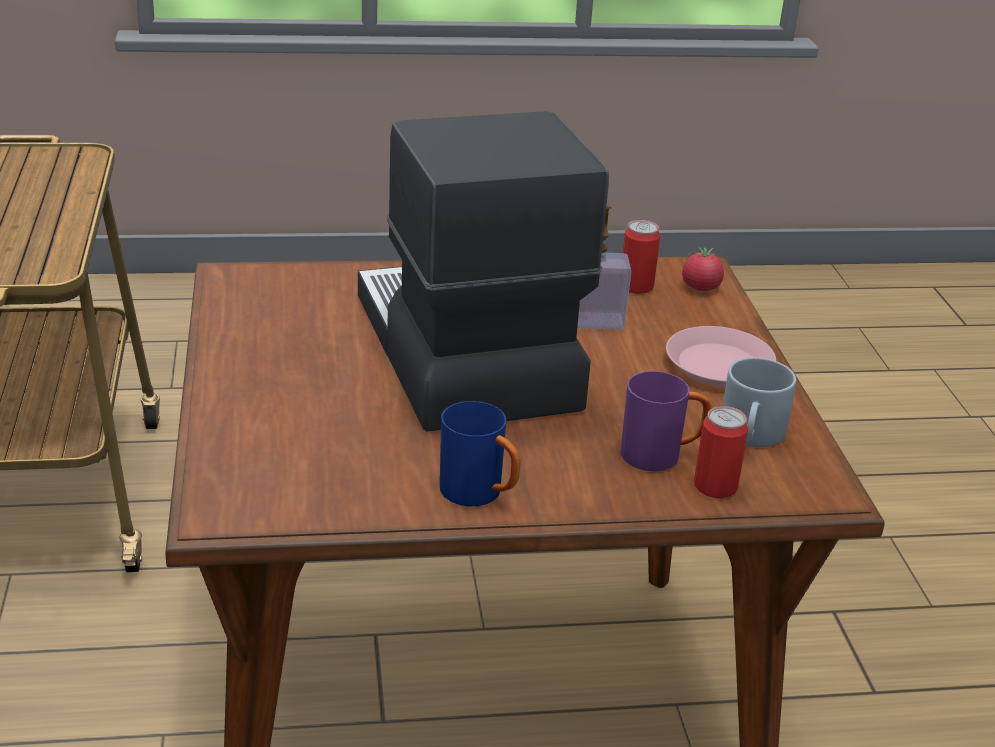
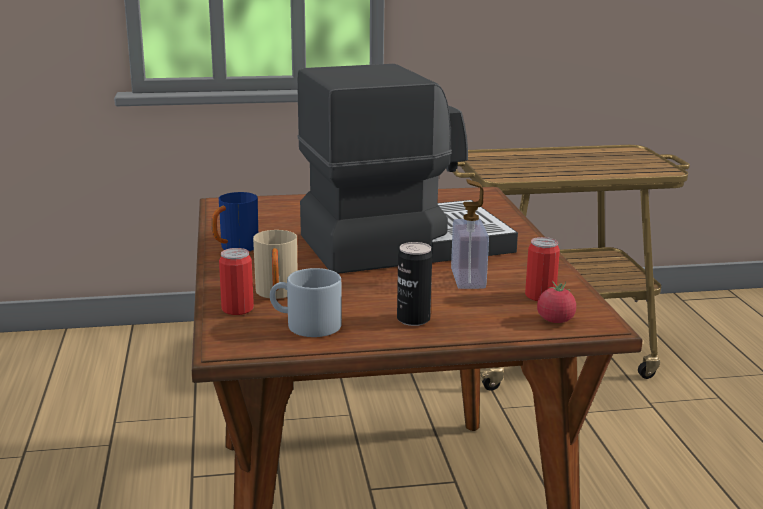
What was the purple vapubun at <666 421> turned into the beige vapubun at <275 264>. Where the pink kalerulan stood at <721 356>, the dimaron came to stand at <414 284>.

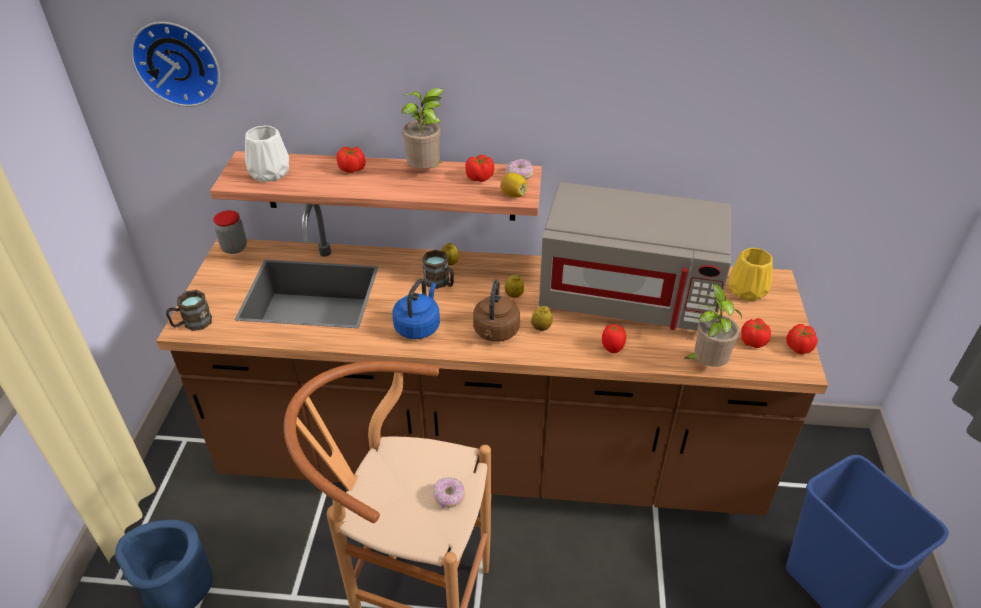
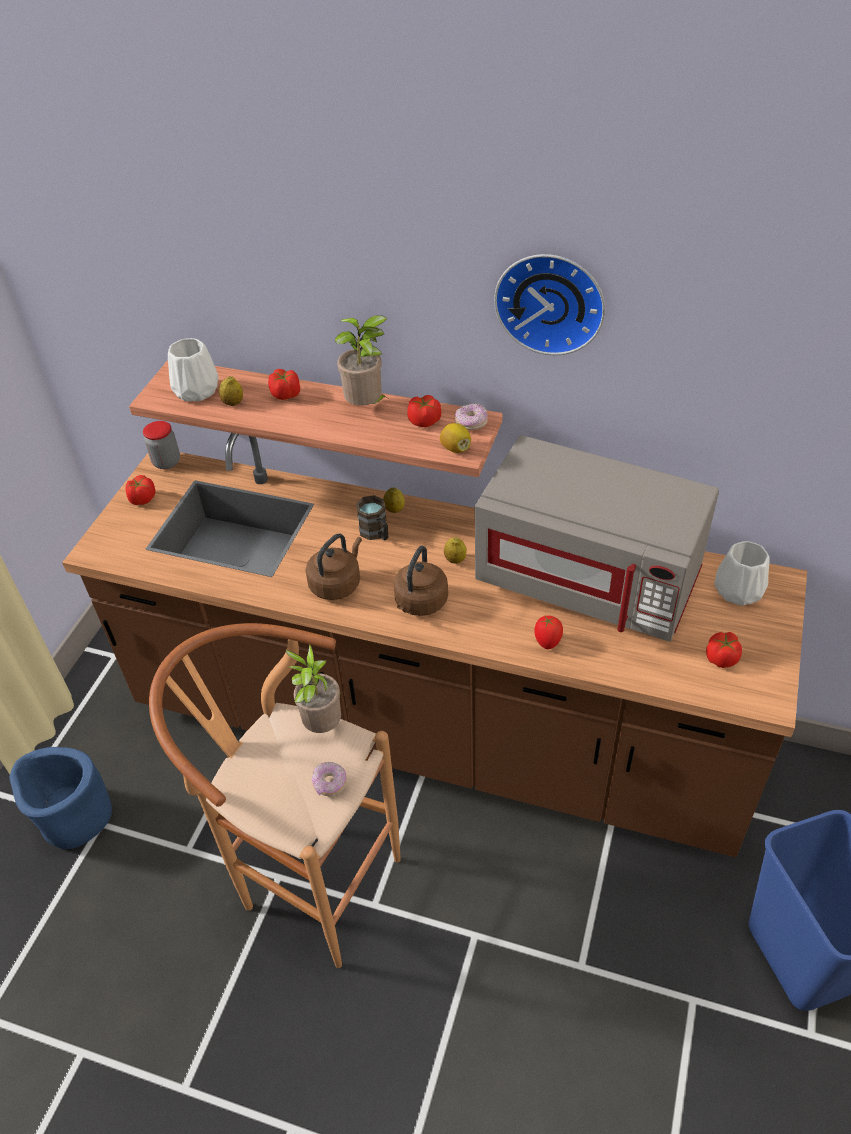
The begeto ended up elsewhere, having gone from <802 339> to <140 490>. The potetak ended up elsewhere, having gone from <542 318> to <231 391>. The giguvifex ended up elsewhere, having gone from <713 325> to <313 688>. What was the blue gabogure at <416 309> turned into the brown gabogure at <334 567>. The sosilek ended up elsewhere, having gone from <175 64> to <549 304>. What was the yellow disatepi at <750 274> turned into the white disatepi at <742 573>. The second view lost the brown vapubun at <189 310>.

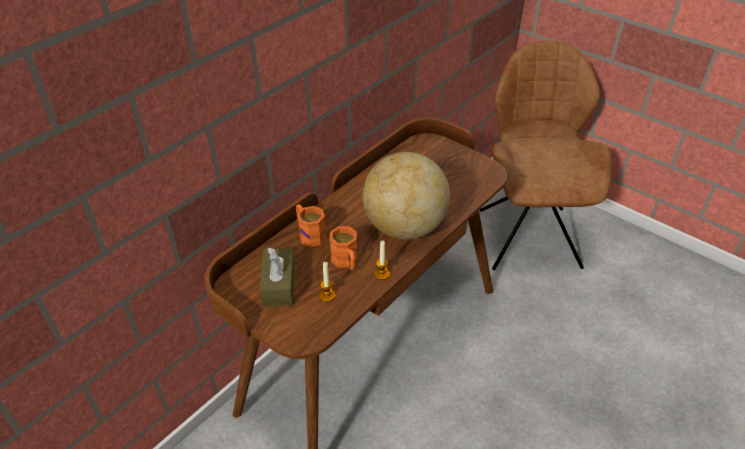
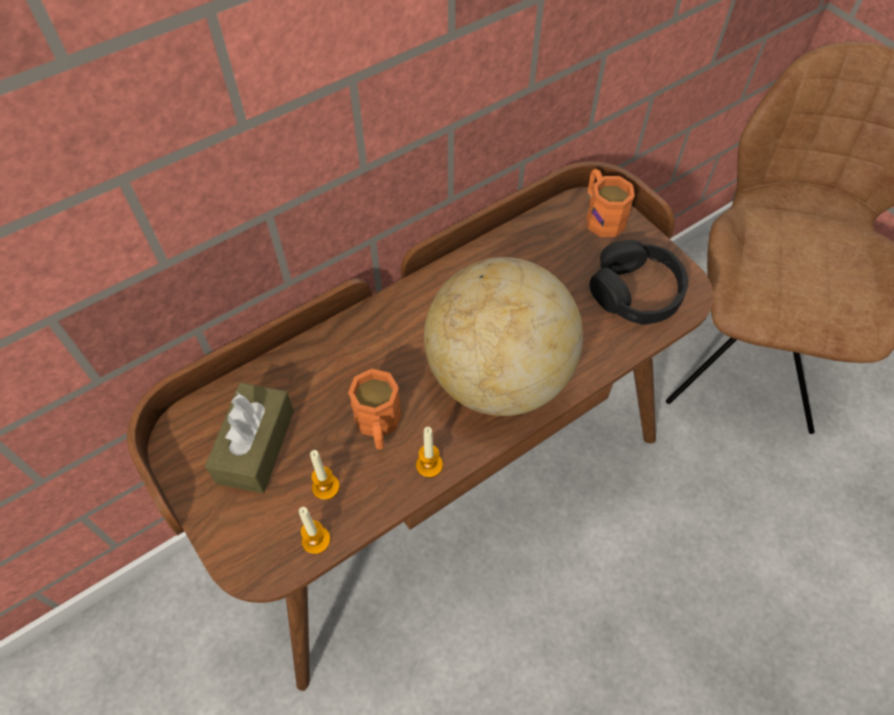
The second view gained the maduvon at <315 530>. The orange vapubun ended up elsewhere, having gone from <311 225> to <610 203>. The second view gained the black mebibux at <638 282>.

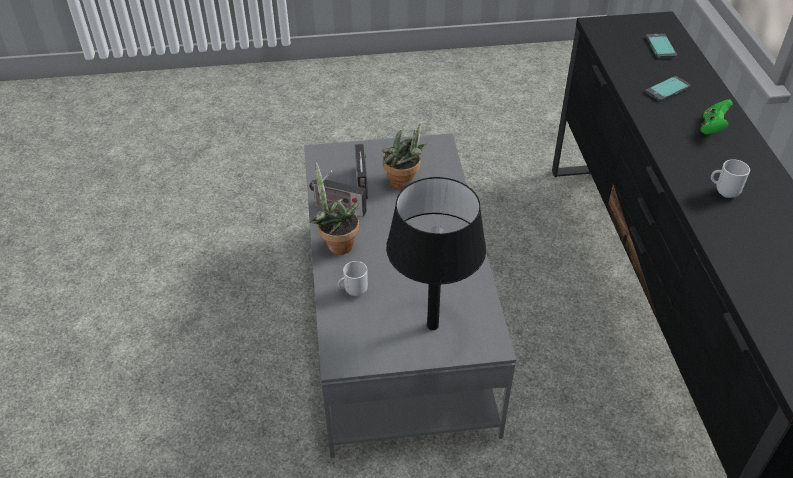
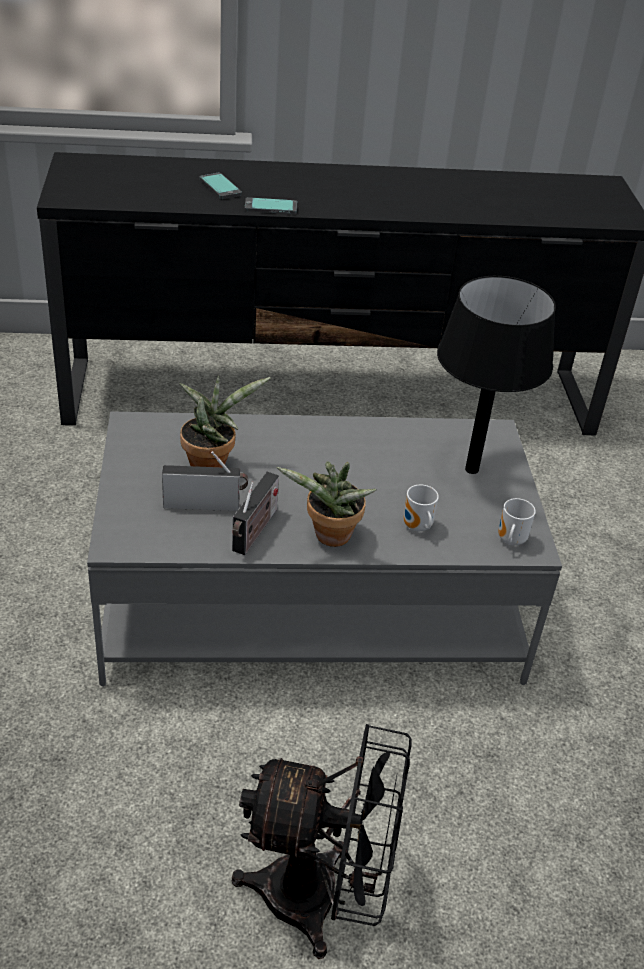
The second view gained the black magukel at <322 841>. The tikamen ended up elsewhere, having gone from <661 45> to <271 205>. The vapubun ended up elsewhere, having gone from <730 178> to <517 521>. The second view lost the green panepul at <716 117>.

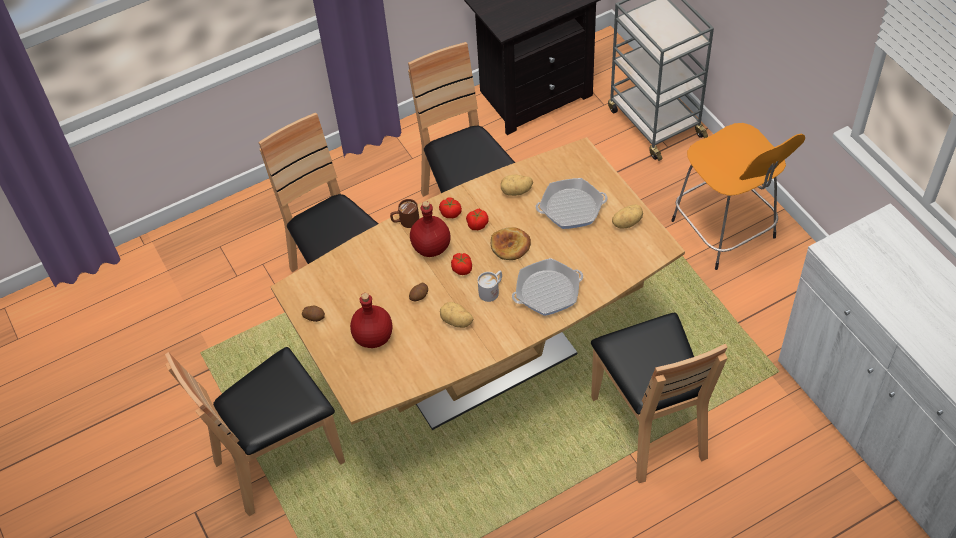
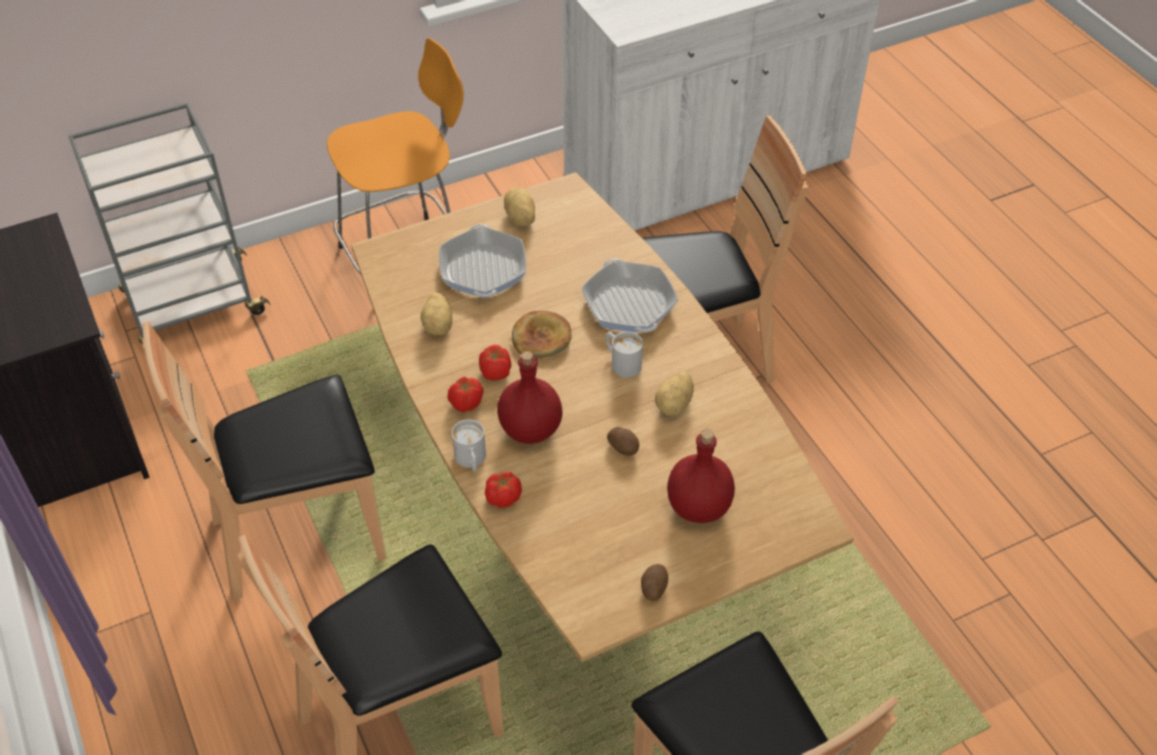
What was the brown vapubun at <404 213> turned into the white vapubun at <469 445>. The begeto ended up elsewhere, having gone from <461 264> to <503 490>.

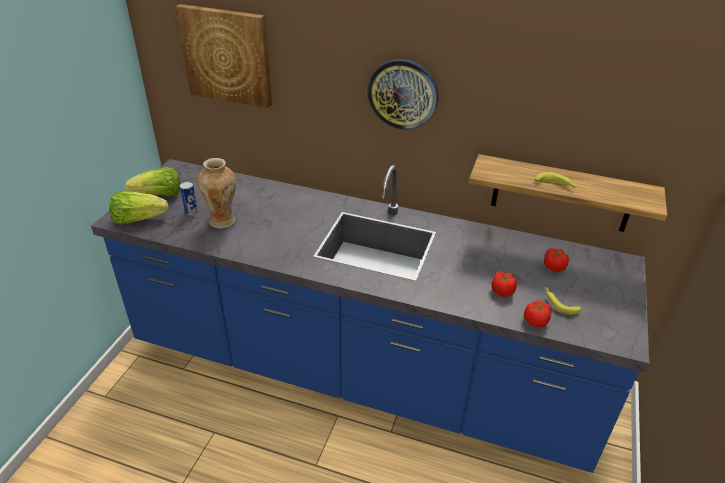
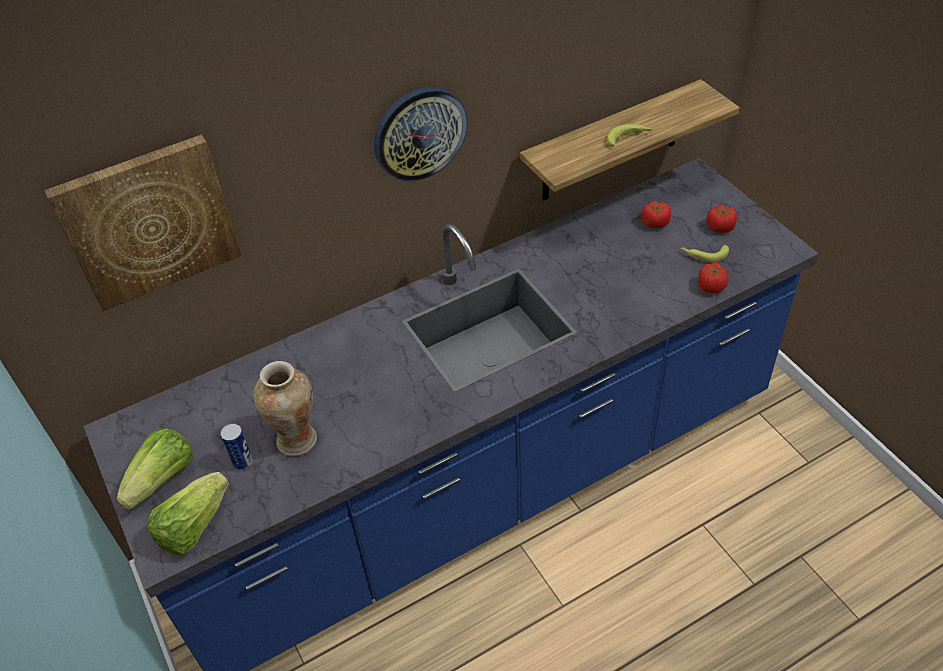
The begeto ended up elsewhere, having gone from <504 284> to <722 218>.

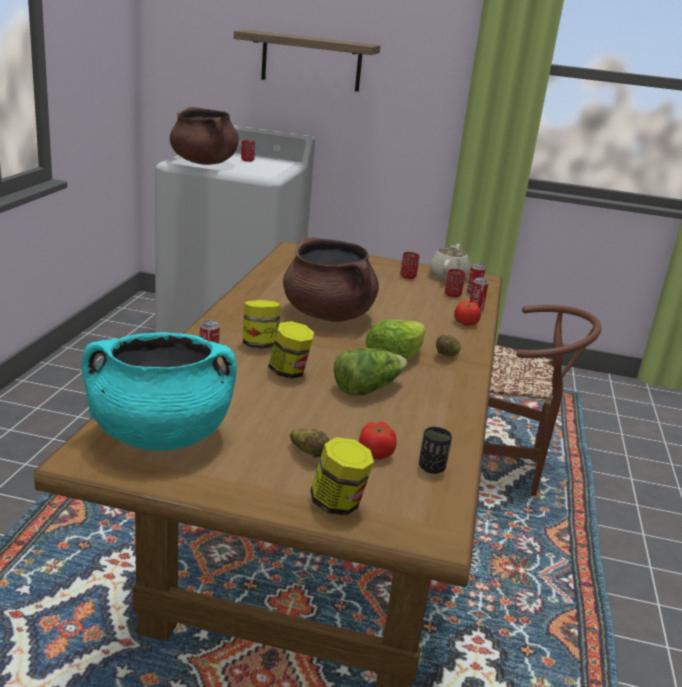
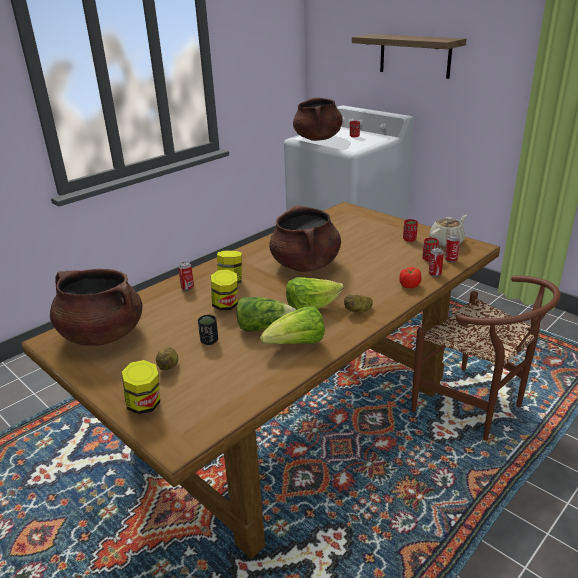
What was the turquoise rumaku at <159 391> turned into the brown rumaku at <96 307>. The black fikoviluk ended up elsewhere, having gone from <435 450> to <208 329>. The second view gained the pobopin at <292 325>. The second view lost the begeto at <378 440>.

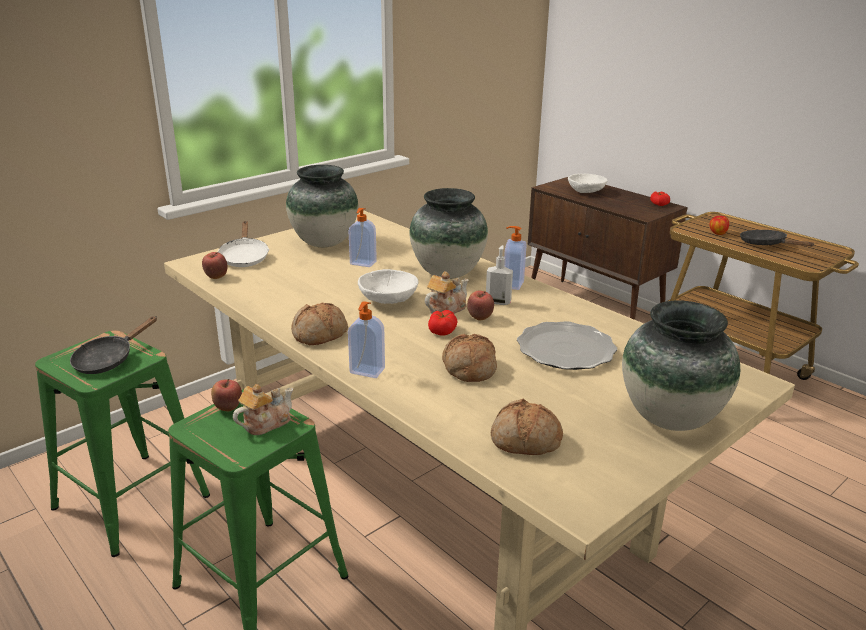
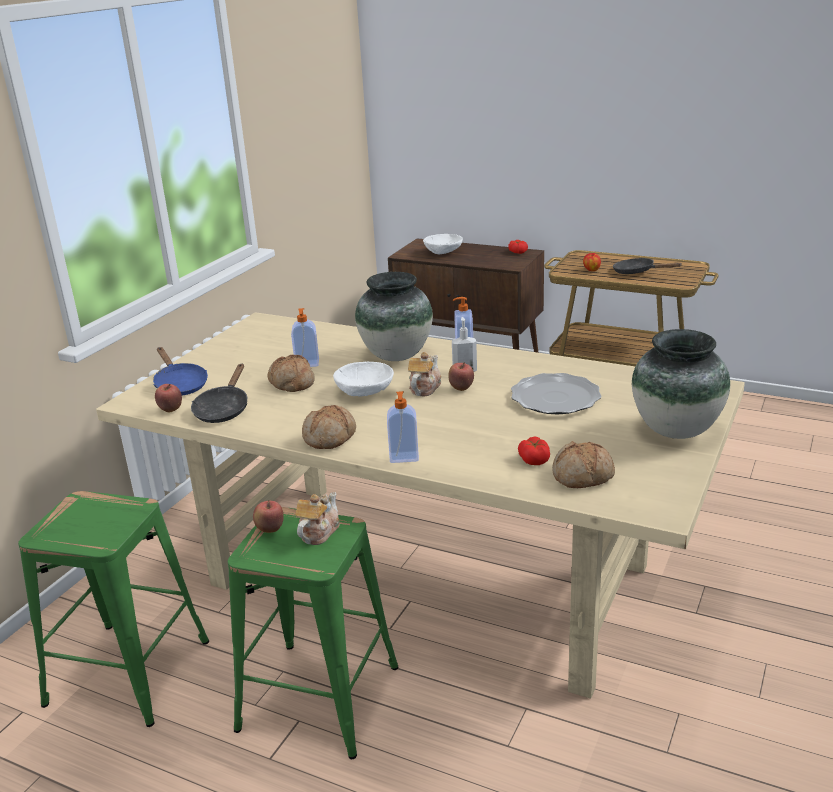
What was the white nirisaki at <243 244> turned into the blue nirisaki at <180 371>. The black nirisaki ended up elsewhere, having gone from <113 345> to <219 393>. The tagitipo ended up elsewhere, having gone from <469 358> to <291 373>. The begeto ended up elsewhere, having gone from <442 323> to <534 450>. The second view lost the disatepi at <322 206>.

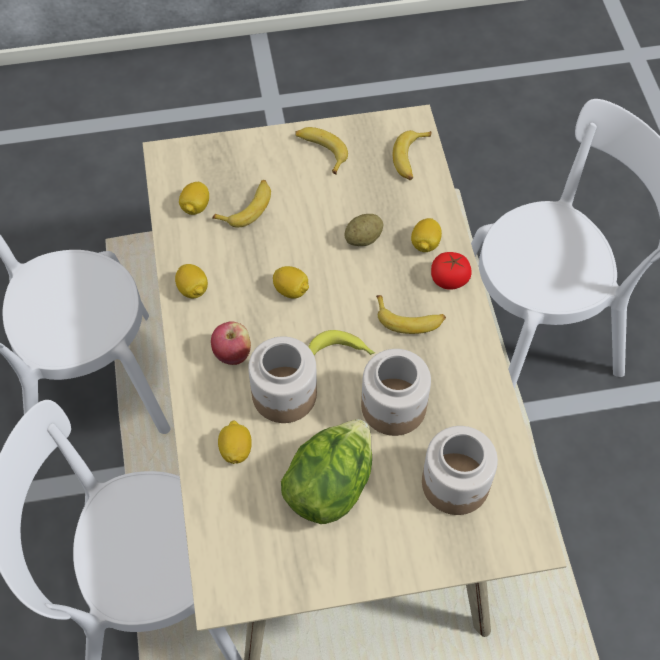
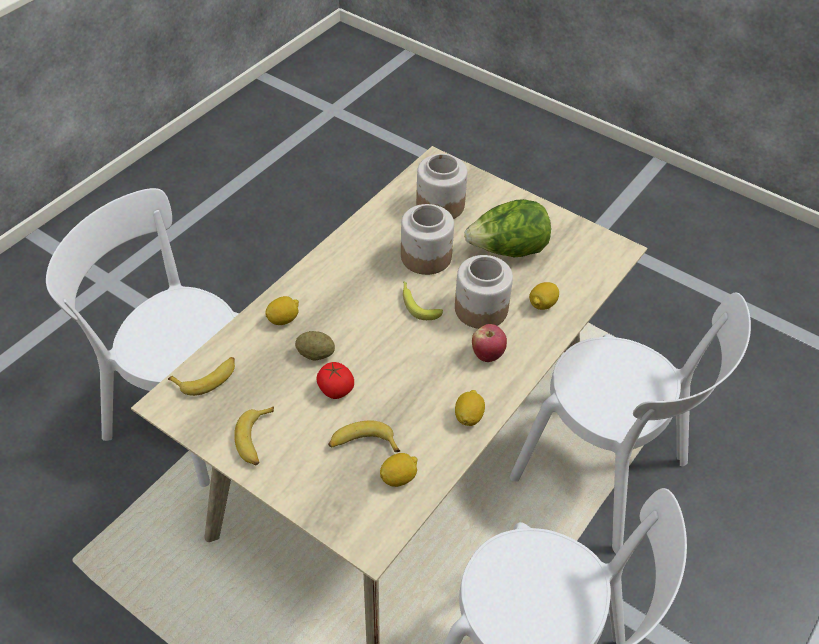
The begeto ended up elsewhere, having gone from <451 271> to <335 380>. The second view lost the potetak at <291 282>. The second view lost the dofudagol at <411 314>.

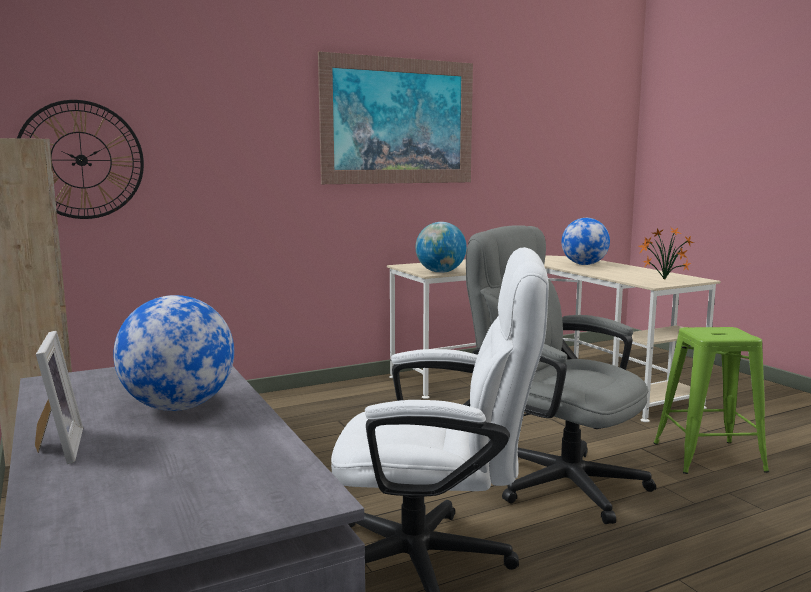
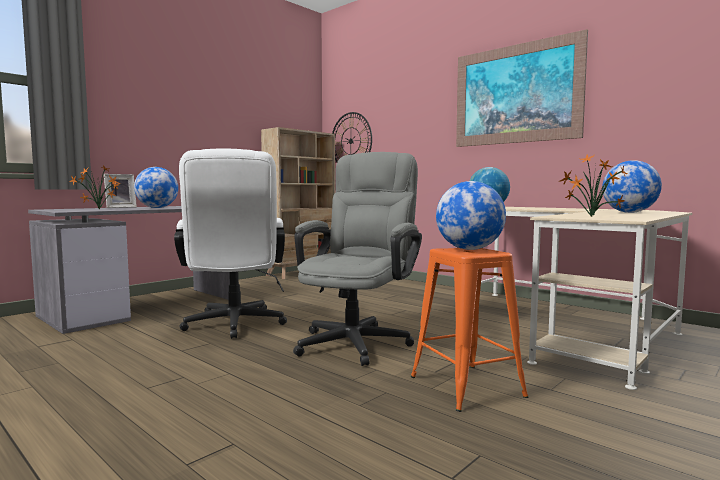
The second view gained the giguvifex at <94 187>. What was the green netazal at <711 400> turned into the orange netazal at <469 330>. The second view gained the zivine at <471 215>.

